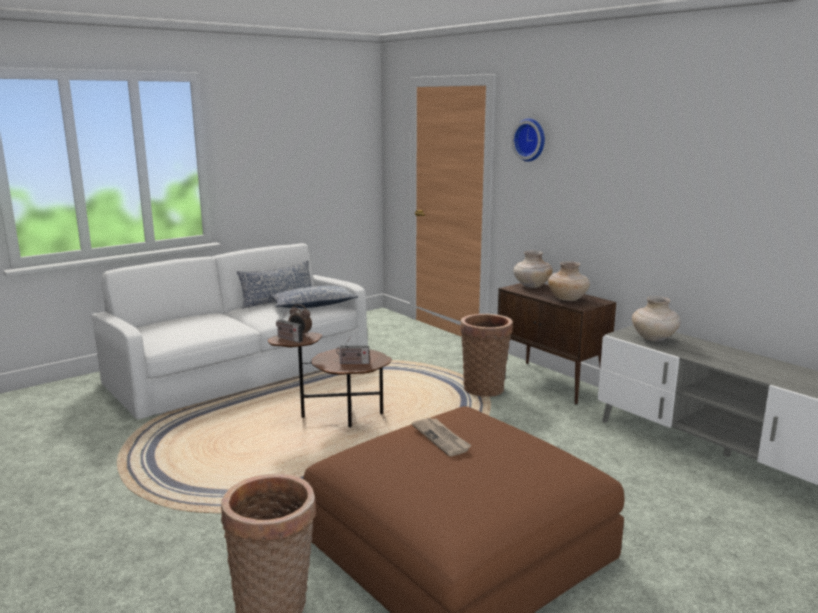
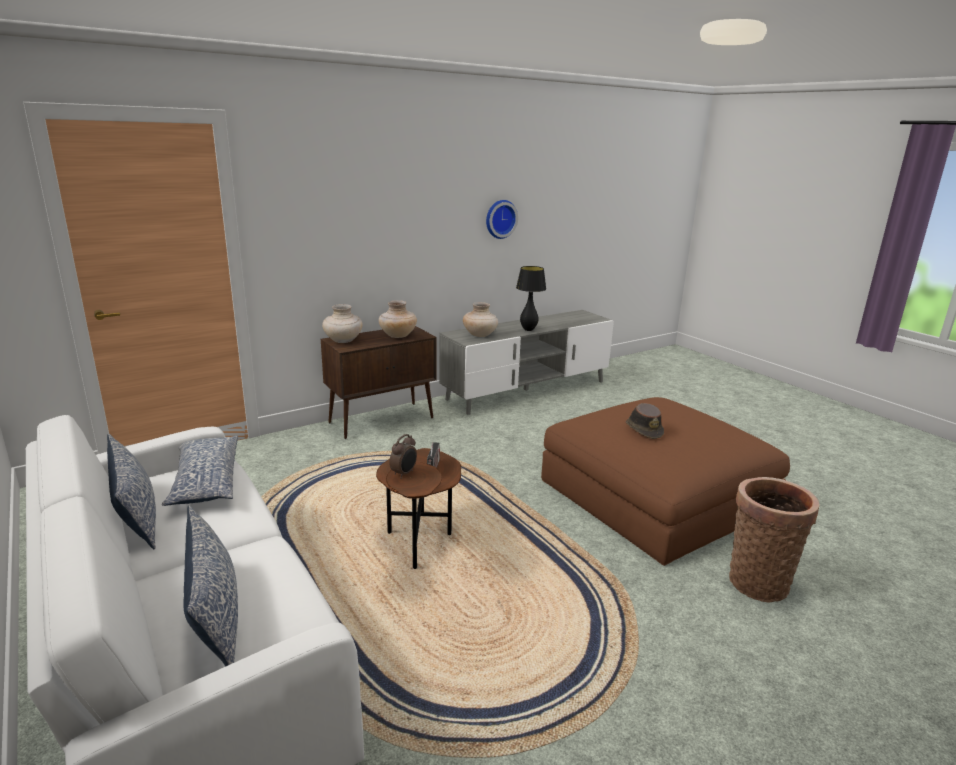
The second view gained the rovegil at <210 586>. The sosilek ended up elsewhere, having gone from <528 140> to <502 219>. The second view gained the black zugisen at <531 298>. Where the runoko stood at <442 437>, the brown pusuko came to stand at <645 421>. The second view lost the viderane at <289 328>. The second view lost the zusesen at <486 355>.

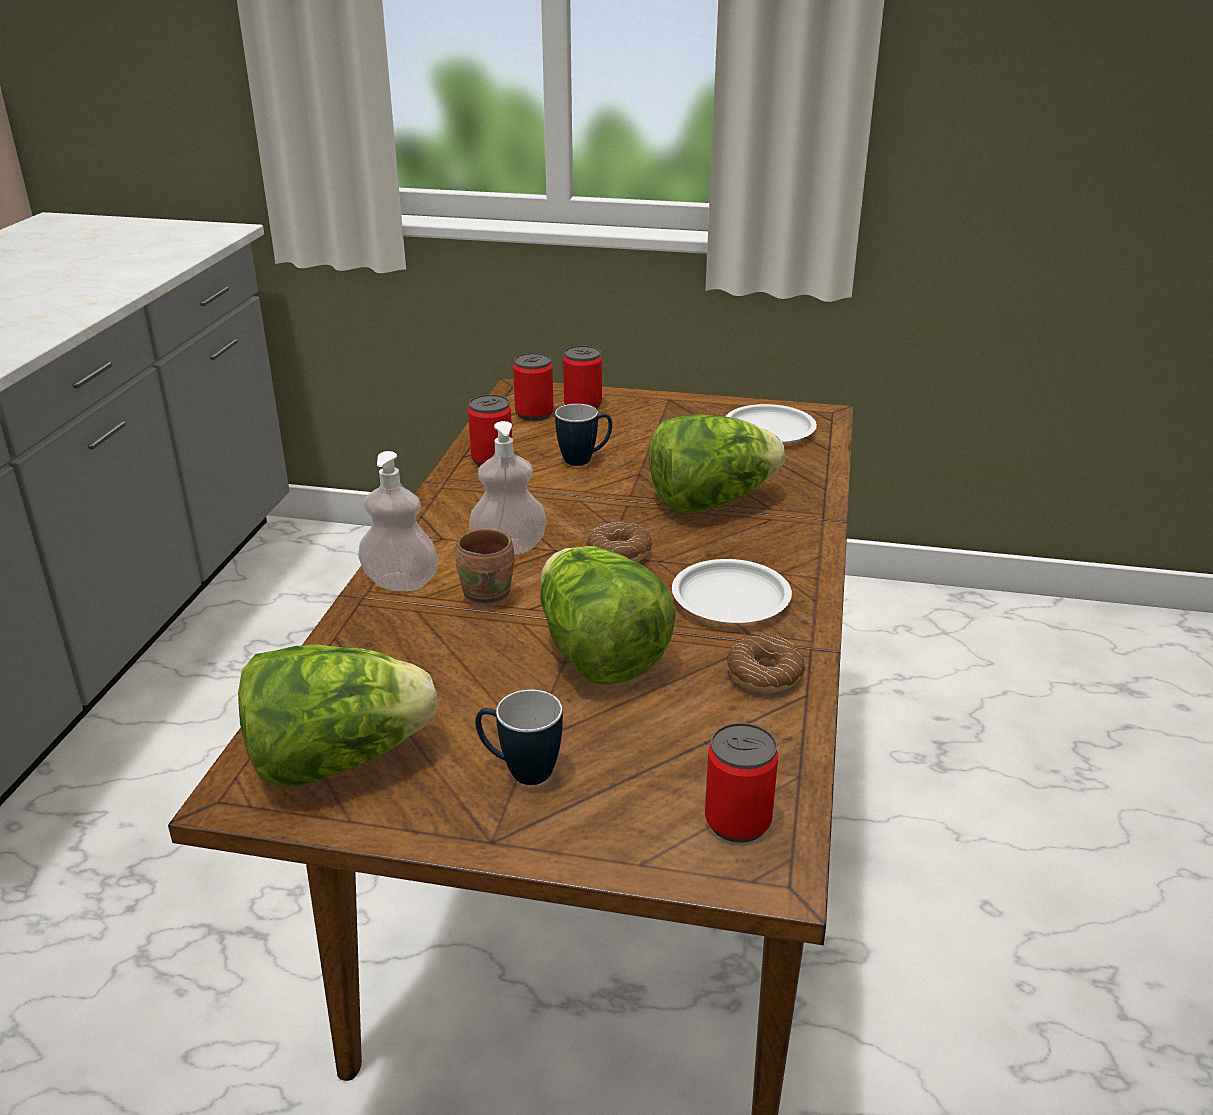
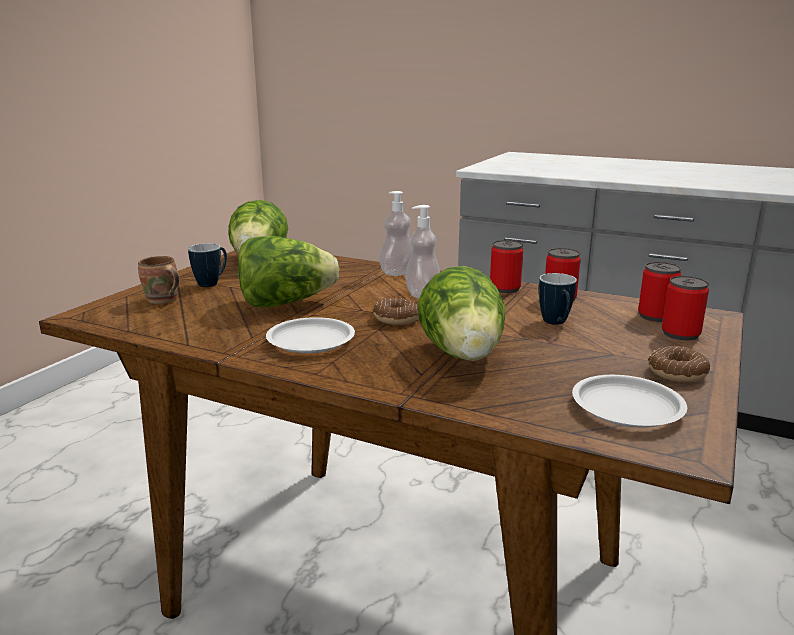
The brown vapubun ended up elsewhere, having gone from <484 567> to <158 280>. The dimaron ended up elsewhere, having gone from <741 783> to <506 266>. The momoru ended up elsewhere, having gone from <766 664> to <679 364>.

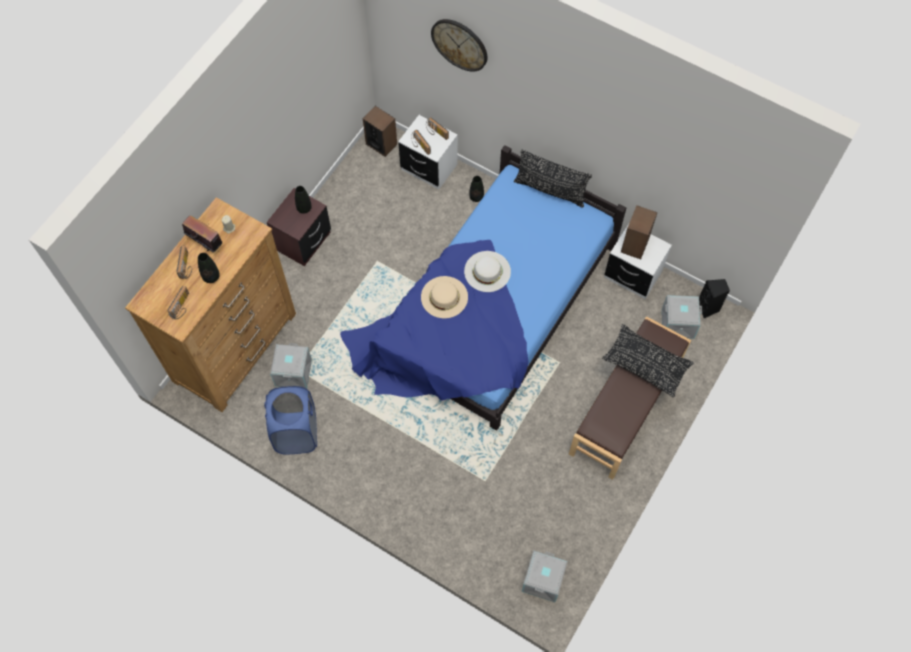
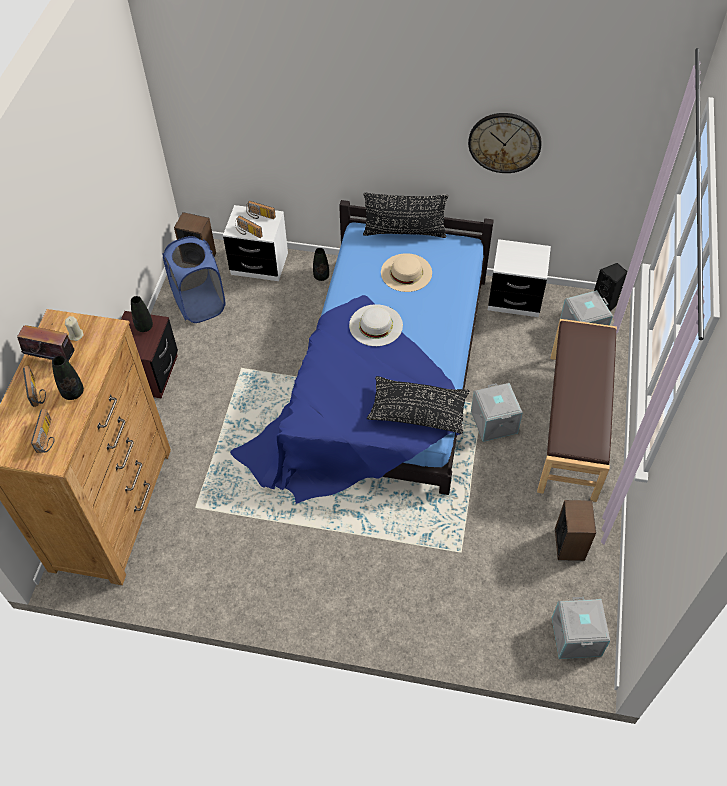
The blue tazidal ended up elsewhere, having gone from <290 420> to <194 279>. The black rovegil ended up elsewhere, having gone from <648 360> to <418 405>. The beige pusuko ended up elsewhere, having gone from <444 297> to <406 272>. The sosilek ended up elsewhere, having gone from <459 45> to <505 143>. The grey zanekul ended up elsewhere, having gone from <291 366> to <497 412>. The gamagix ended up elsewhere, having gone from <639 232> to <575 530>.

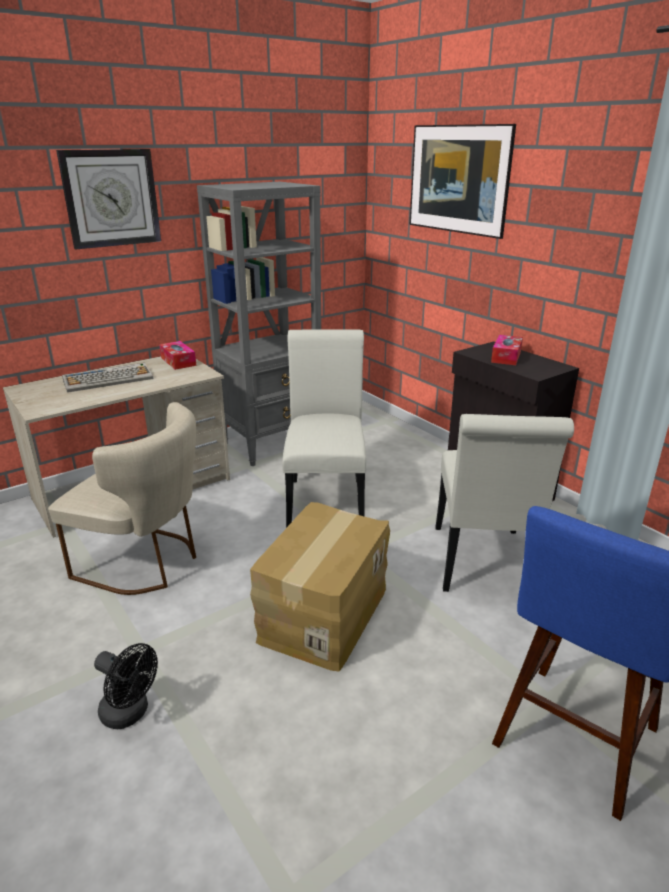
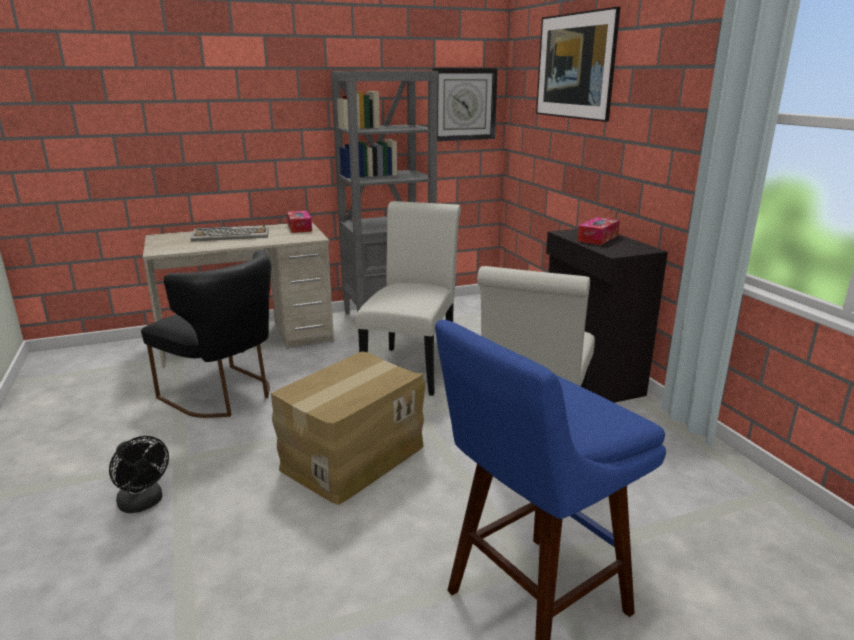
What was the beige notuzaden at <122 498> turned into the black notuzaden at <206 334>. The sosilek ended up elsewhere, having gone from <108 199> to <465 104>.

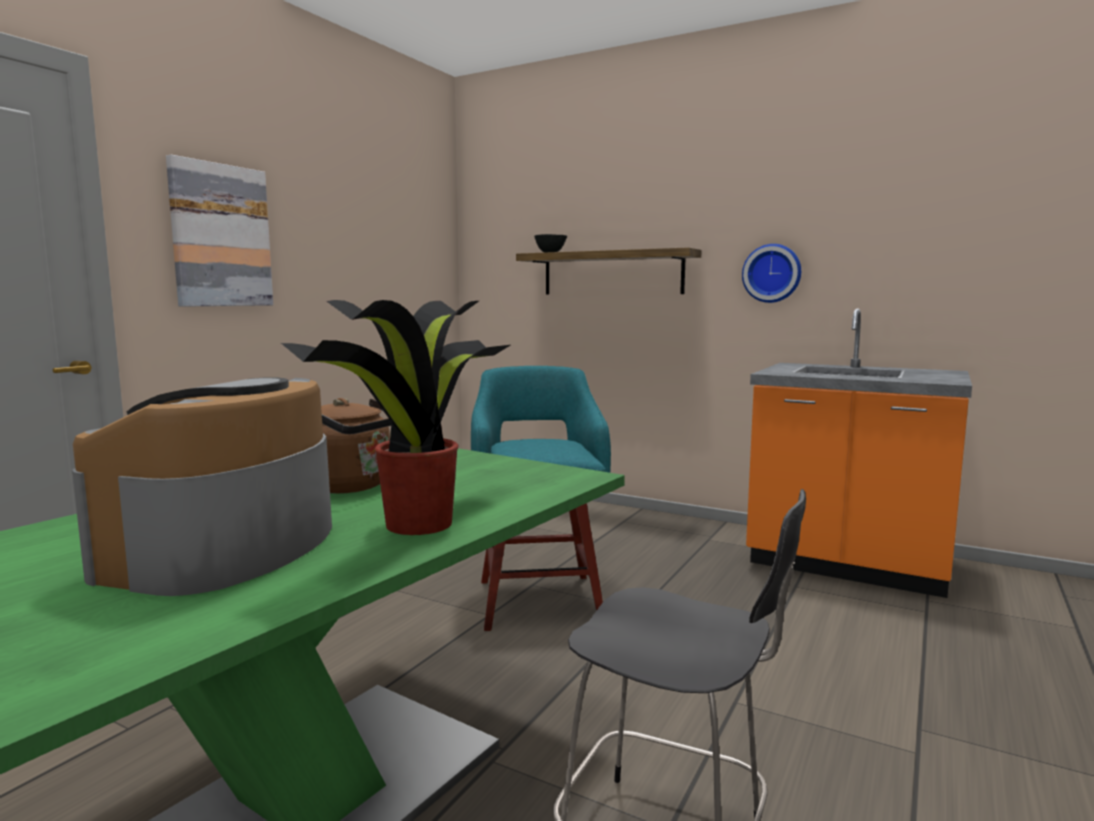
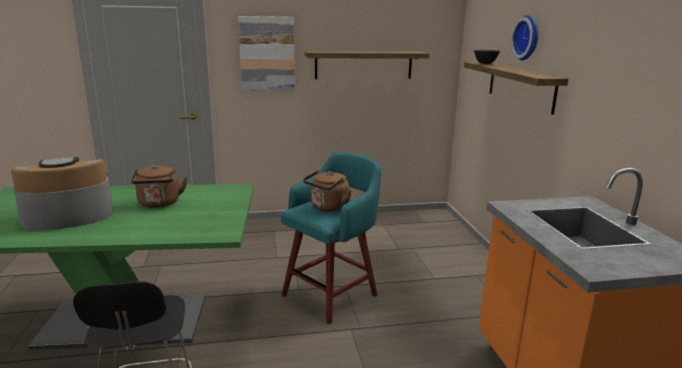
The second view gained the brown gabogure at <327 191>. The second view gained the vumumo at <367 65>. The sosilek ended up elsewhere, having gone from <771 273> to <525 37>. The second view lost the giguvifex at <395 417>.

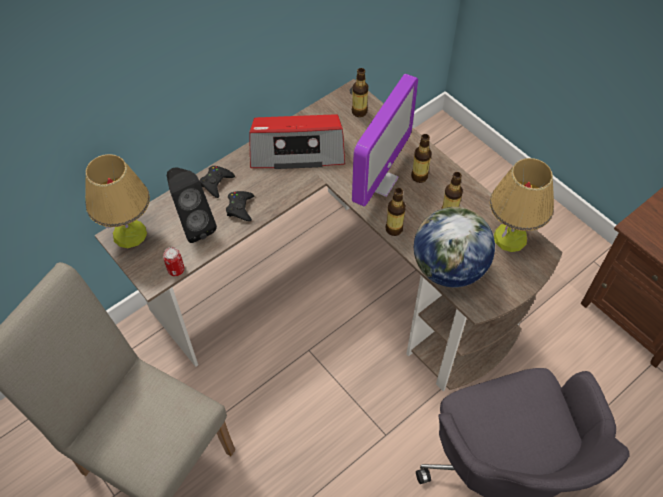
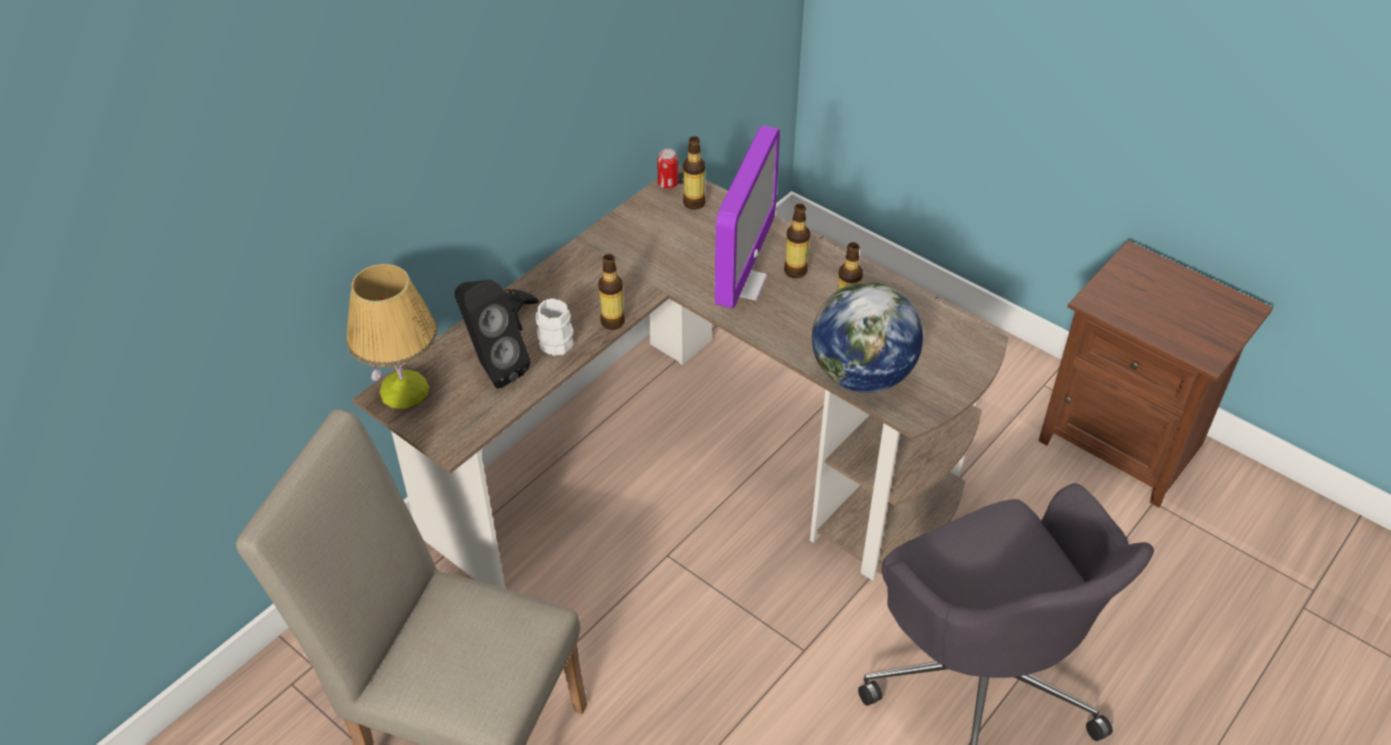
Where the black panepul stood at <240 206>, the white vapubun came to stand at <554 327>. The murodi ended up elsewhere, having gone from <395 212> to <611 292>. The dimaron ended up elsewhere, having gone from <174 261> to <668 169>. The second view lost the viderane at <297 141>. The second view lost the zugisen at <522 205>.

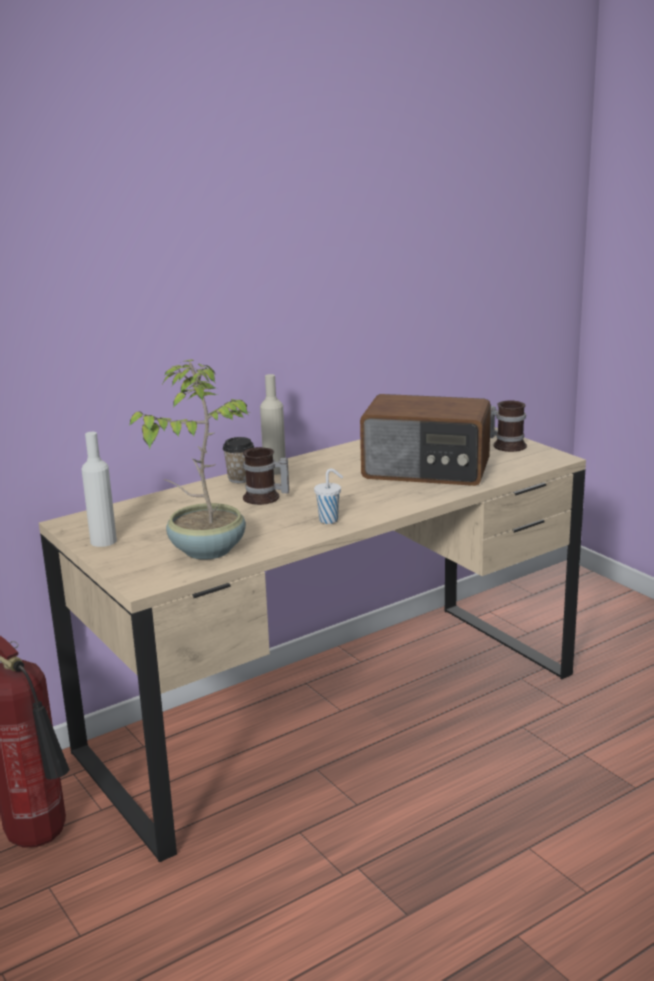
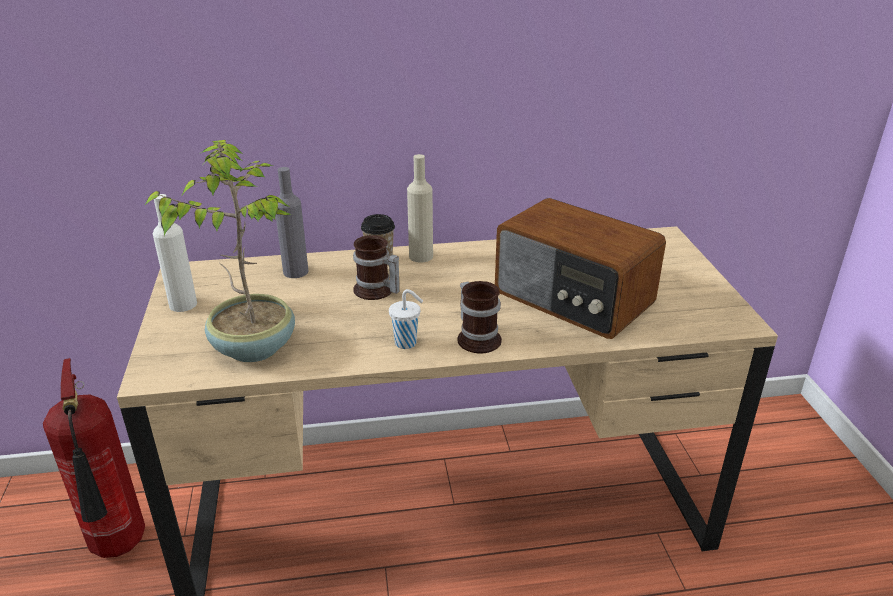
The second view gained the grey murodi at <292 222>. The vapubun ended up elsewhere, having gone from <508 426> to <479 317>.

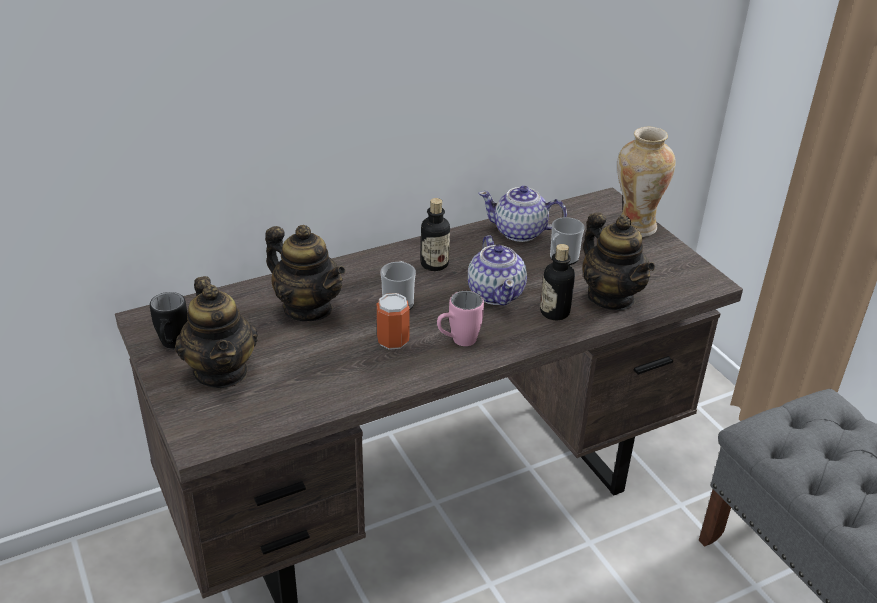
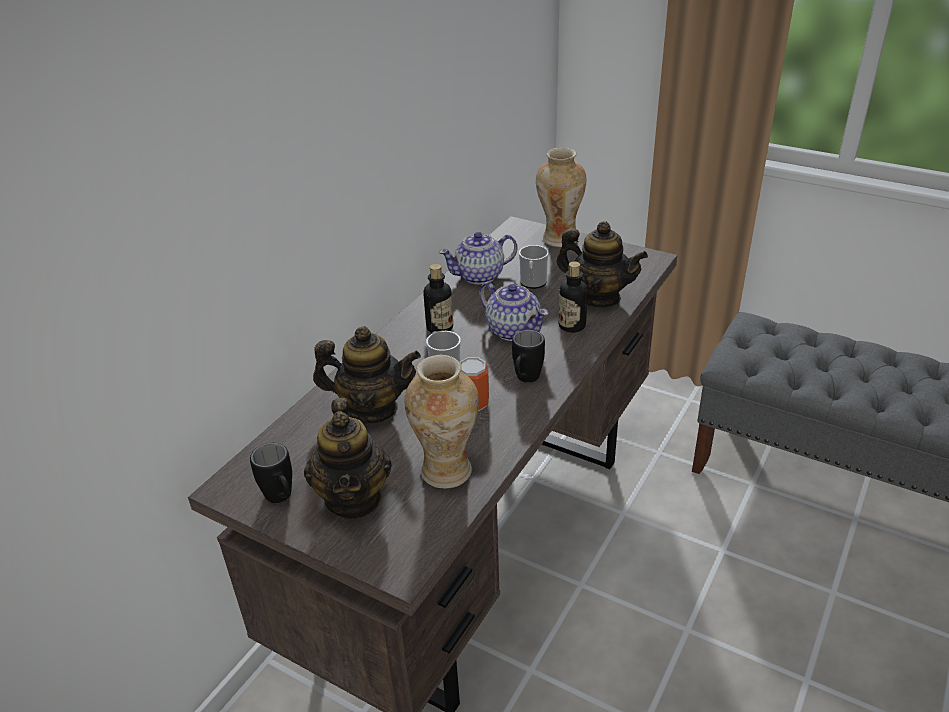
The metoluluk at <216 332> ended up facing another way, 45 degrees clockwise from before. The second view gained the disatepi at <442 421>. What was the pink vapubun at <460 318> turned into the black vapubun at <528 356>.

